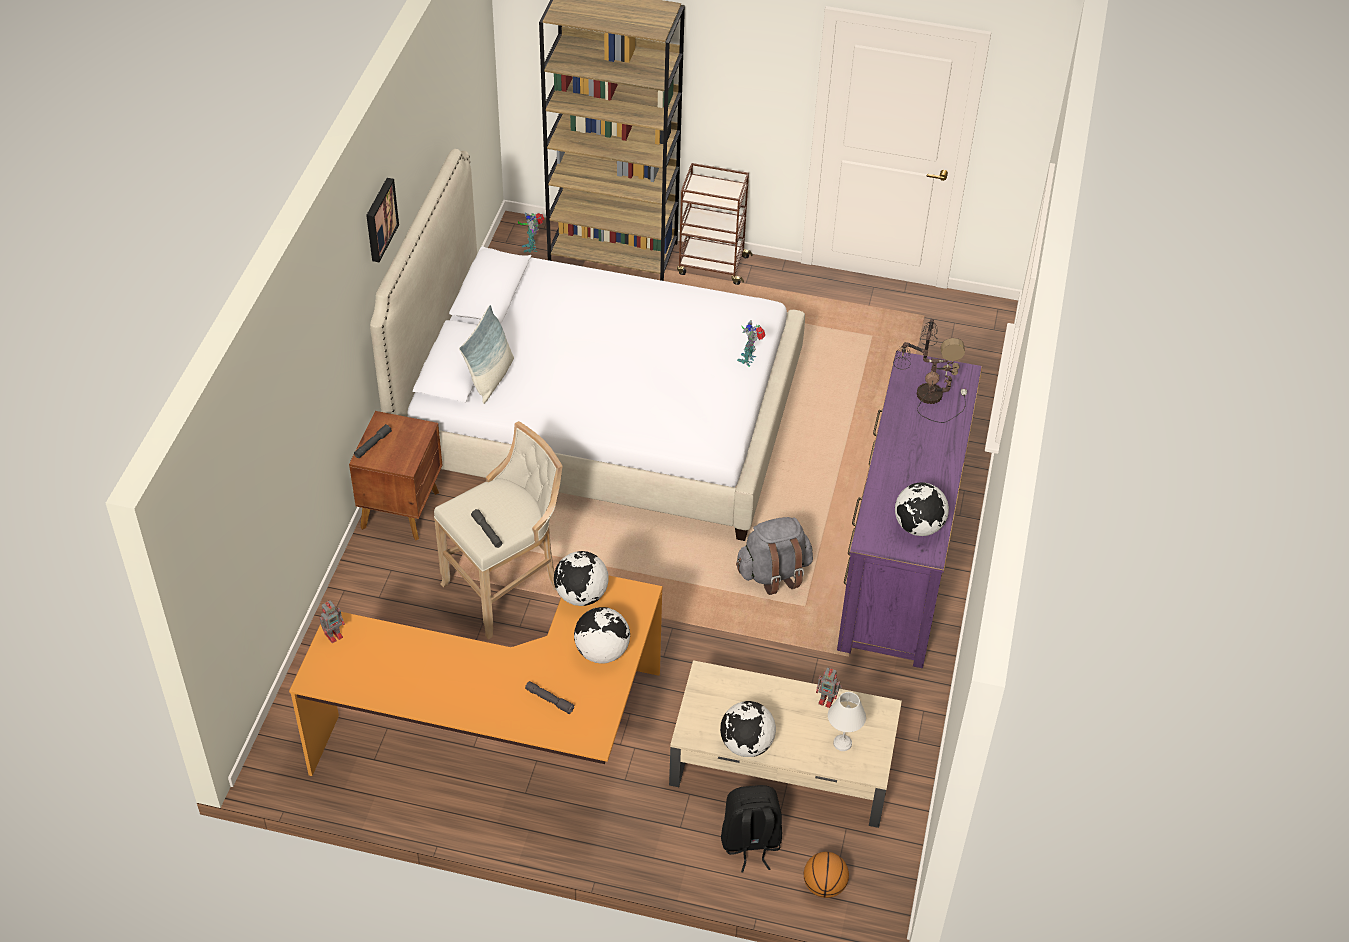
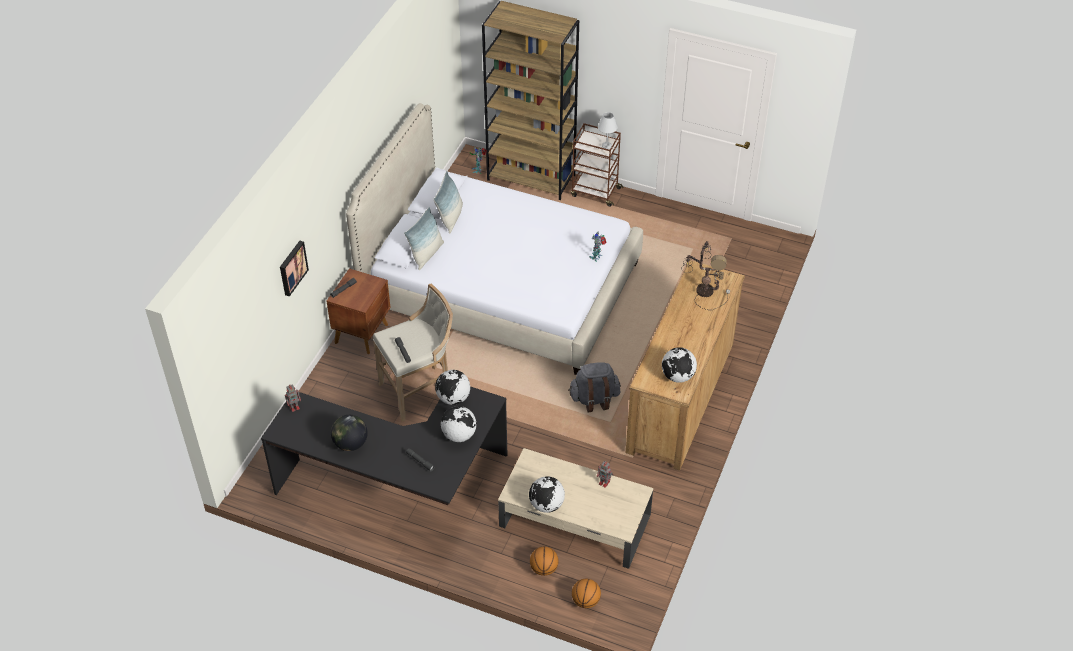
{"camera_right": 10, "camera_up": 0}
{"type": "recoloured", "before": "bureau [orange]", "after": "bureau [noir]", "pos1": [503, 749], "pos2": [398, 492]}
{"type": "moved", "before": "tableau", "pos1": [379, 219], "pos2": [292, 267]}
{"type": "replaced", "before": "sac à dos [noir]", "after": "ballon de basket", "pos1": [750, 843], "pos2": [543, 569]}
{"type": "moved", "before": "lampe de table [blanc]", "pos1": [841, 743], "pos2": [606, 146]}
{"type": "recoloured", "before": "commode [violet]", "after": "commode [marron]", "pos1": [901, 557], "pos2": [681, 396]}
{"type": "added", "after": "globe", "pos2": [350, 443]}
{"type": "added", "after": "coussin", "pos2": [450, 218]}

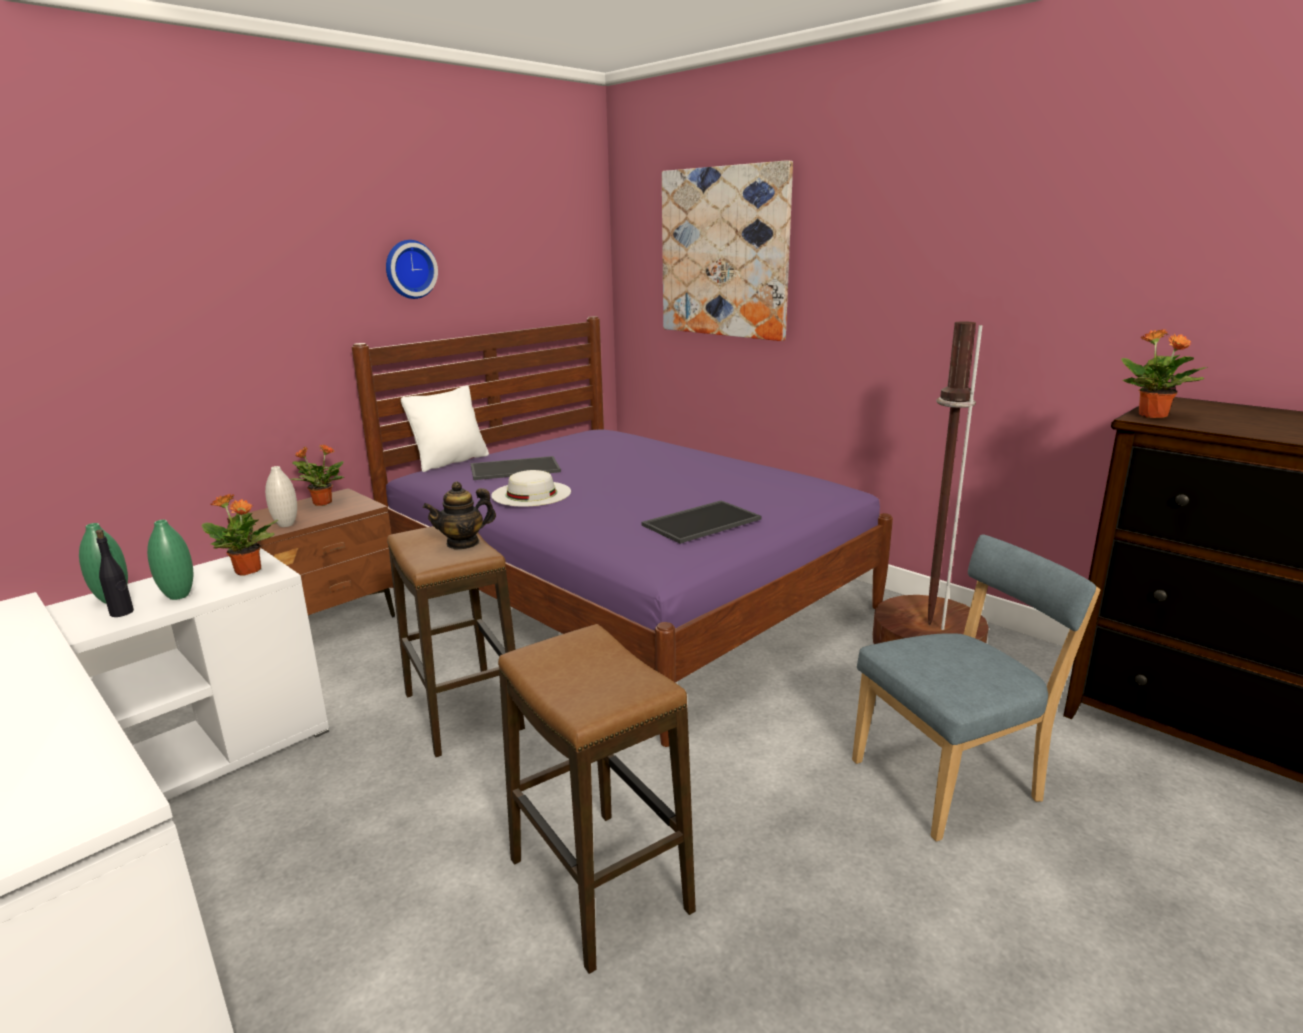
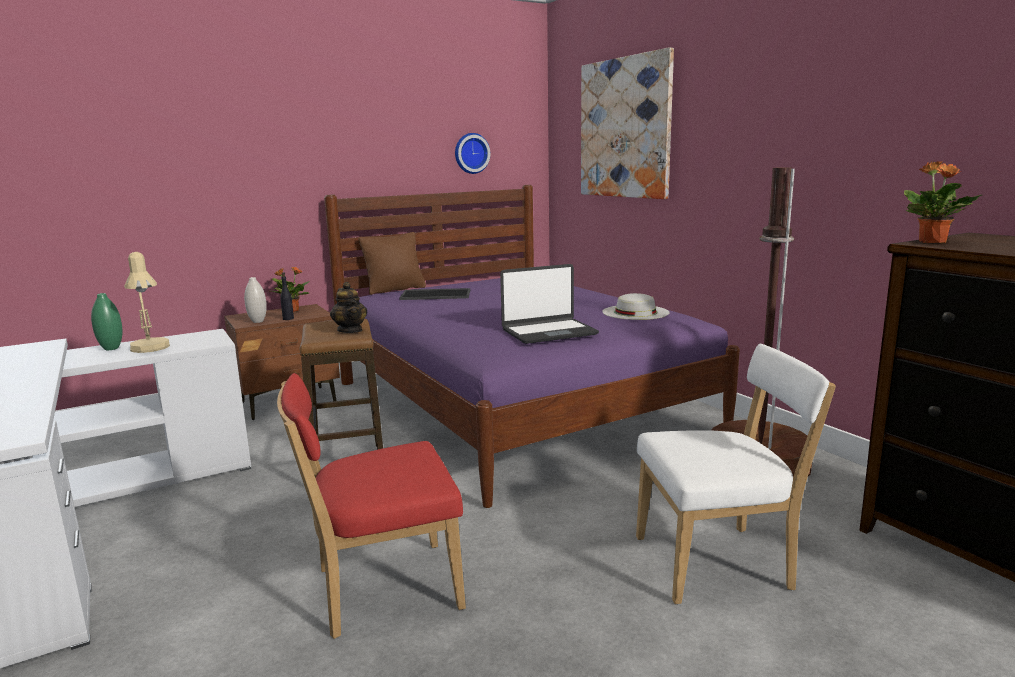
{"camera_right": 15, "camera_up": -5}
{"type": "moved", "before": "bouteille [noir]", "pos1": [122, 612], "pos2": [288, 319]}
{"type": "replaced", "before": "vase [vert]", "after": "lampe de table [beige]", "pos1": [179, 596], "pos2": [151, 349]}
{"type": "removed", "before": "plante en pot", "pos1": [248, 571]}
{"type": "moved", "before": "horloge murale", "pos1": [409, 269], "pos2": [471, 153]}
{"type": "recoloured", "before": "coussin [blanc]", "after": "coussin [marron]", "pos1": [450, 462], "pos2": [395, 290]}
{"type": "turned", "before": "théière", "pos1": [463, 543], "pos2": [350, 330], "turn": -105}
{"type": "moved", "before": "chapeau [blanc]", "pos1": [531, 493], "pos2": [635, 312]}
{"type": "replaced", "before": "tabouret", "after": "chaise [rouge]", "pos1": [598, 885], "pos2": [381, 590]}
{"type": "replaced", "before": "plateau", "after": "ordinateur portable", "pos1": [701, 521], "pos2": [548, 332]}
{"type": "recoloured", "before": "chaise [bleu]", "after": "chaise [blanc]", "pos1": [952, 779], "pos2": [719, 563]}

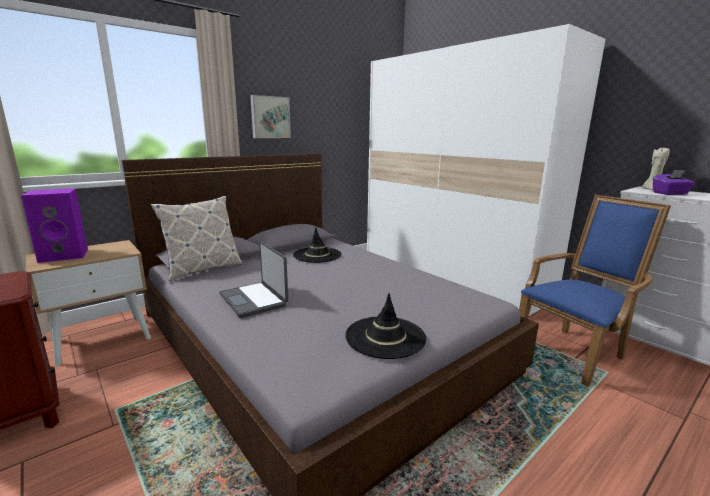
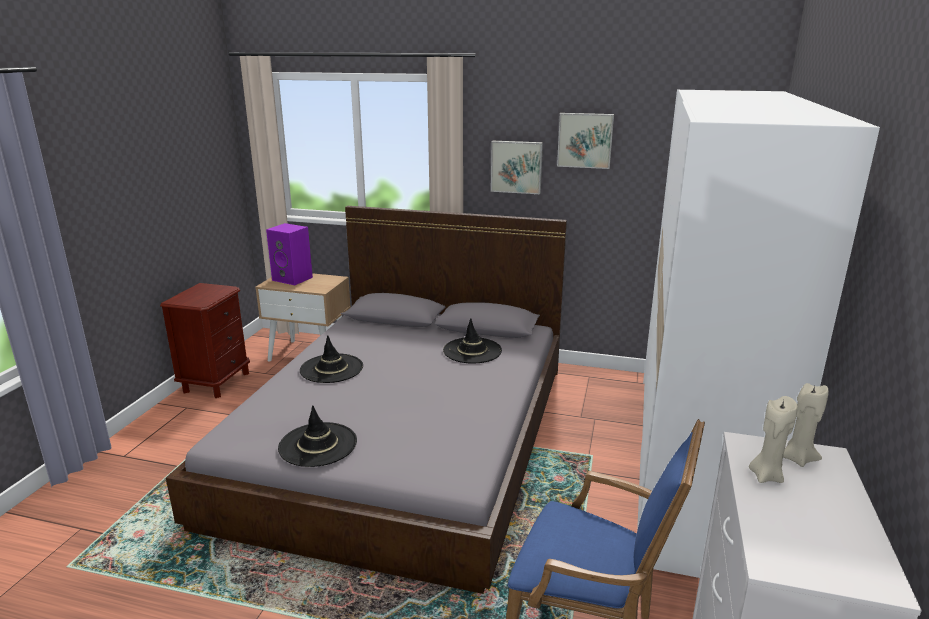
{"camera_right": 55, "camera_up": 5}
{"type": "removed", "before": "coussin", "pos1": [203, 269]}
{"type": "replaced", "before": "ordinateur portable", "after": "chapeau [noir]", "pos1": [254, 300], "pos2": [331, 368]}
{"type": "replaced", "before": "boîte à mouchoirs [violet]", "after": "bougie [beige]", "pos1": [670, 193], "pos2": [766, 476]}
{"type": "added", "after": "tableau", "pos2": [585, 140]}

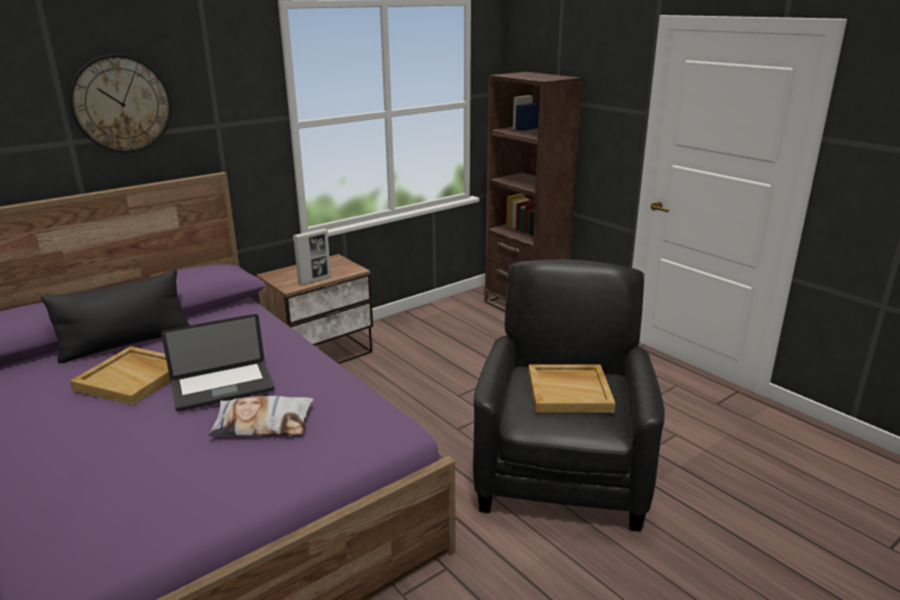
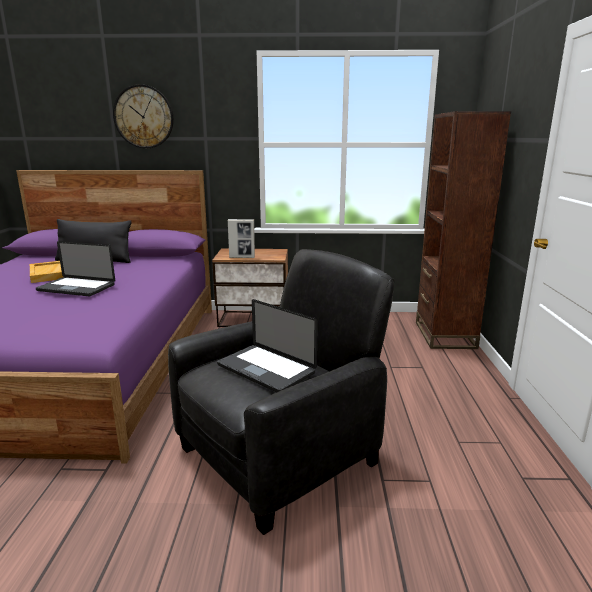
{"camera_right": 40, "camera_up": -5}
{"type": "removed", "before": "coussin", "pos1": [263, 423]}
{"type": "replaced", "before": "plateau [beige]", "after": "ordinateur portable", "pos1": [569, 391], "pos2": [266, 369]}

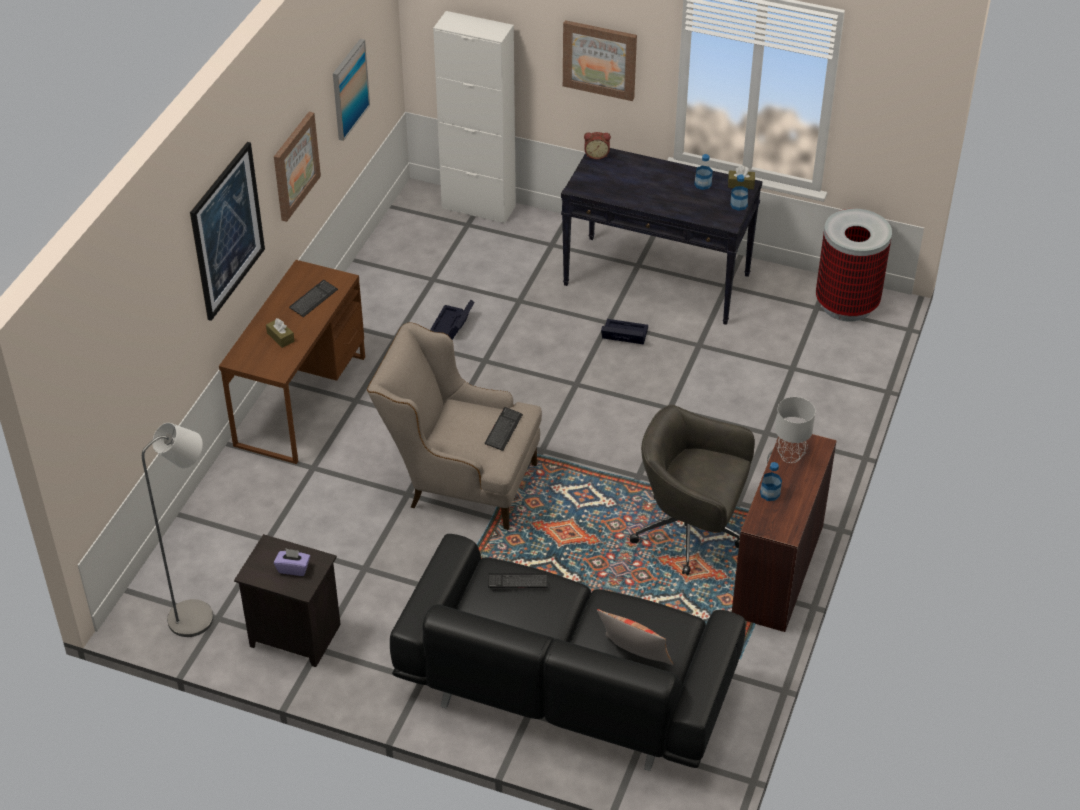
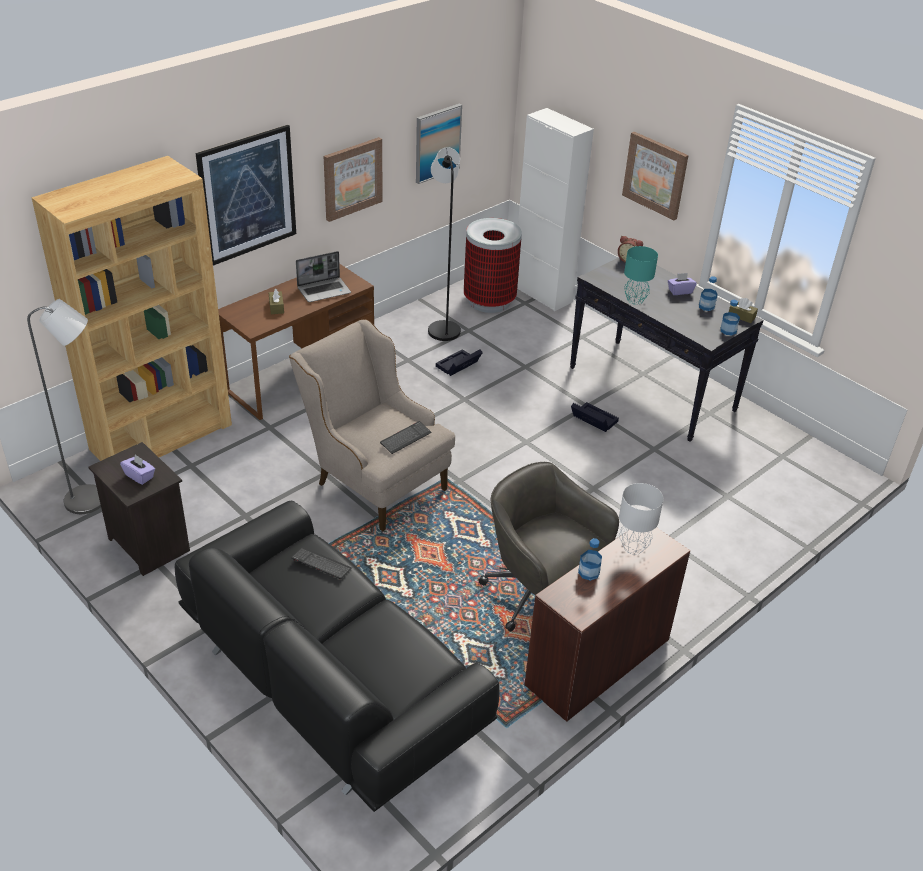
{"camera_right": 25, "camera_up": -5}
{"type": "replaced", "before": "clavier", "after": "ordinateur portable", "pos1": [313, 299], "pos2": [324, 290]}
{"type": "removed", "before": "coussin", "pos1": [634, 658]}
{"type": "moved", "before": "poubelle", "pos1": [847, 304], "pos2": [489, 301]}
{"type": "added", "after": "bibliothèque [marron]", "pos2": [162, 436]}
{"type": "added", "after": "lampadaire [noir]", "pos2": [442, 328]}
{"type": "added", "after": "lampe de table [turquoise]", "pos2": [635, 300]}
{"type": "added", "after": "boîte à mouchoirs [violet]", "pos2": [680, 291]}

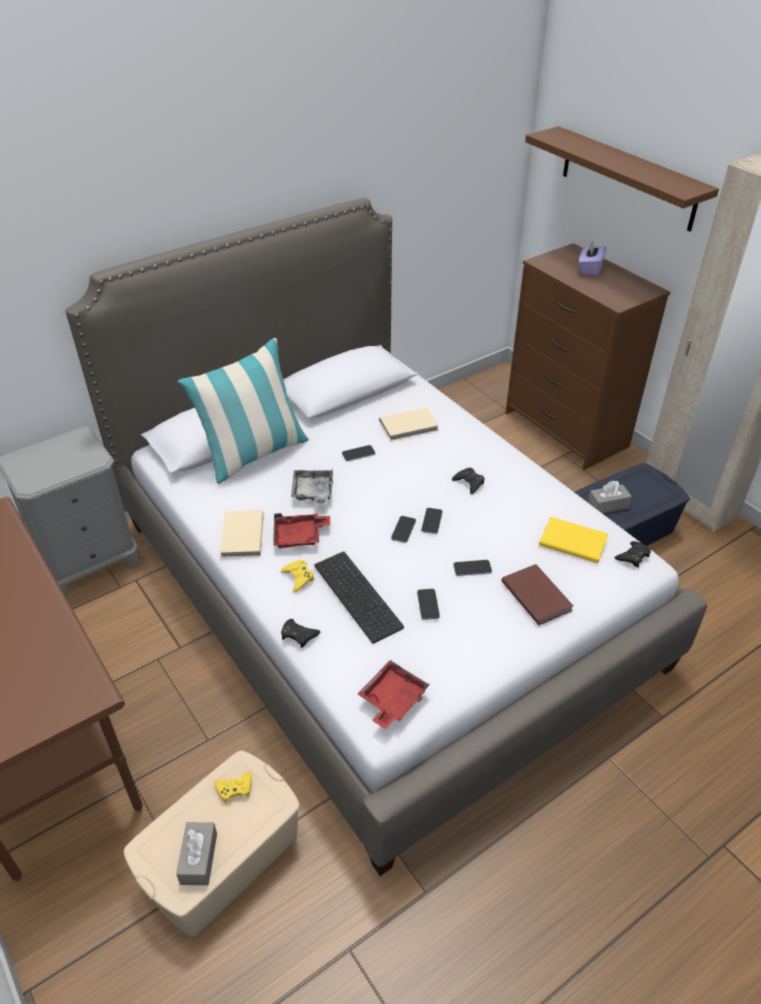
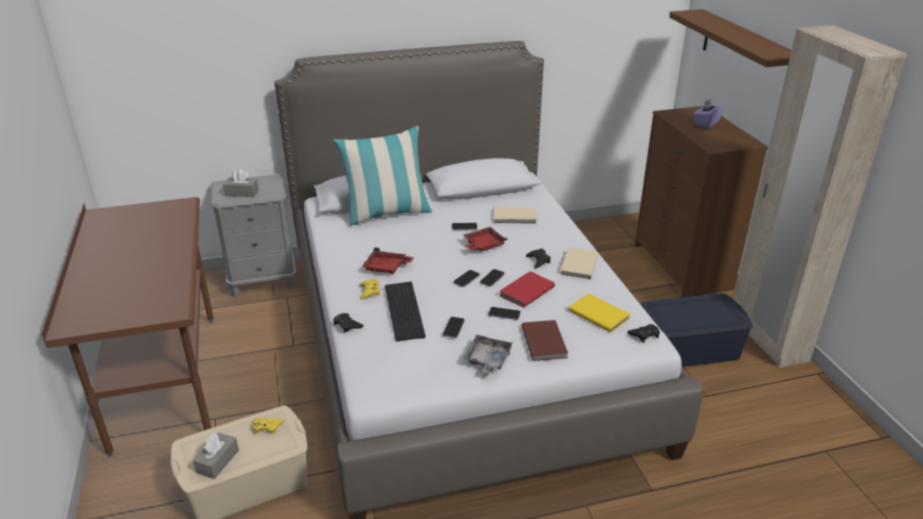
{"camera_right": 20, "camera_up": -10}
{"type": "moved", "before": "livre [beige]", "pos1": [241, 536], "pos2": [577, 265]}
{"type": "moved", "before": "plateau [gris]", "pos1": [313, 493], "pos2": [487, 360]}
{"type": "moved", "before": "plateau [rouge]", "pos1": [392, 700], "pos2": [483, 245]}
{"type": "moved", "before": "boîte à mouchoirs [gris]", "pos1": [608, 505], "pos2": [242, 193]}
{"type": "added", "after": "livre [rouge]", "pos2": [525, 291]}

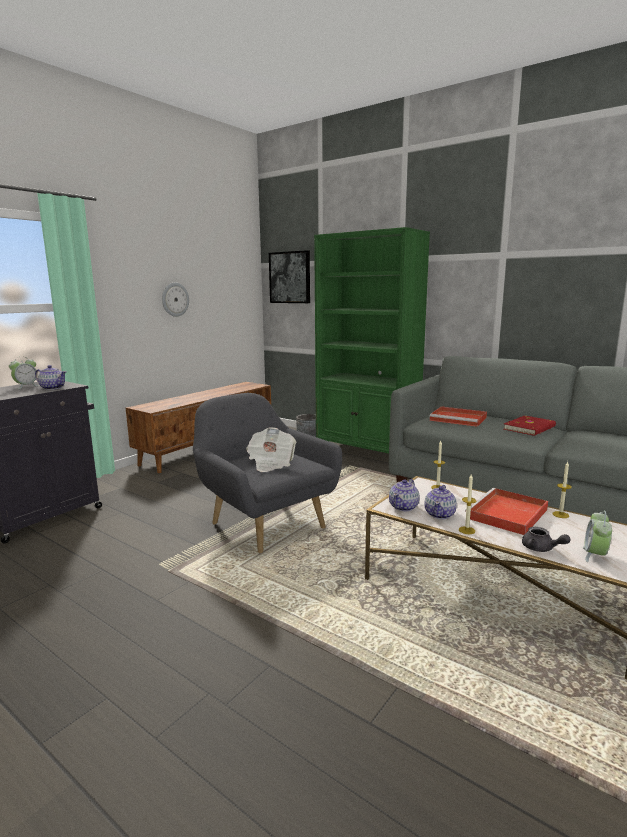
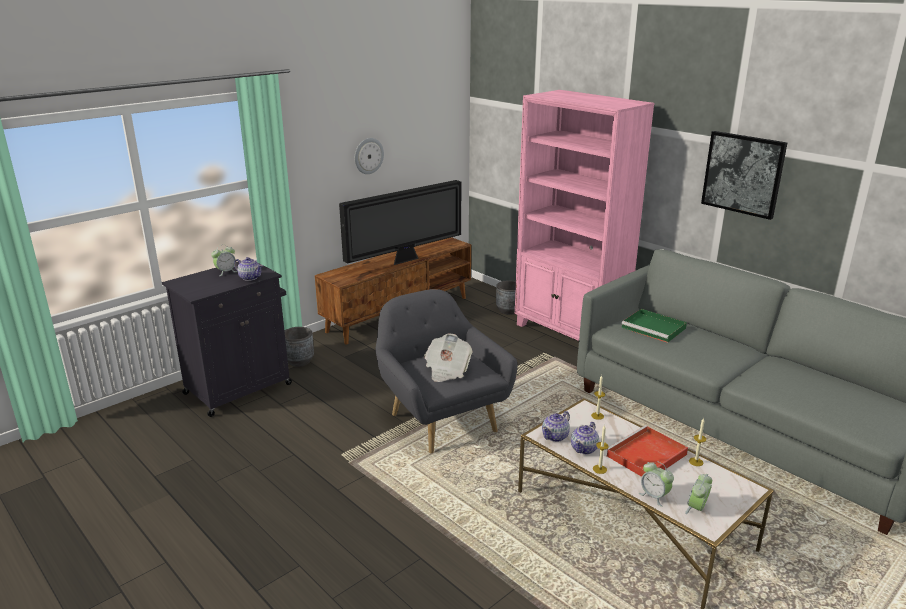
{"camera_right": 10, "camera_up": 10}
{"type": "moved", "before": "tableau", "pos1": [290, 277], "pos2": [743, 174]}
{"type": "recoloured", "before": "bibliothèque [vert]", "after": "bibliothèque [rose]", "pos1": [367, 452], "pos2": [569, 334]}
{"type": "recoloured", "before": "plateau [rouge]", "after": "plateau [vert]", "pos1": [459, 419], "pos2": [654, 328]}
{"type": "removed", "before": "livre [rouge]", "pos1": [530, 428]}
{"type": "replaced", "before": "théière [gris]", "after": "réveil", "pos1": [541, 549], "pos2": [654, 496]}
{"type": "added", "after": "cache-pot [gris]", "pos2": [299, 361]}
{"type": "added", "after": "téléviseur", "pos2": [405, 260]}

